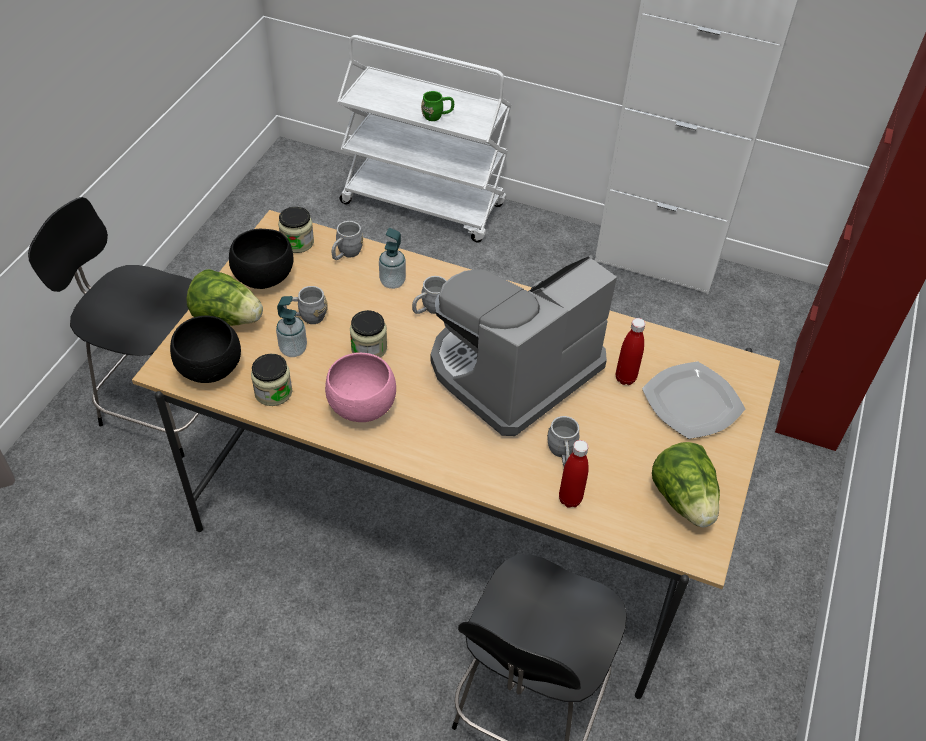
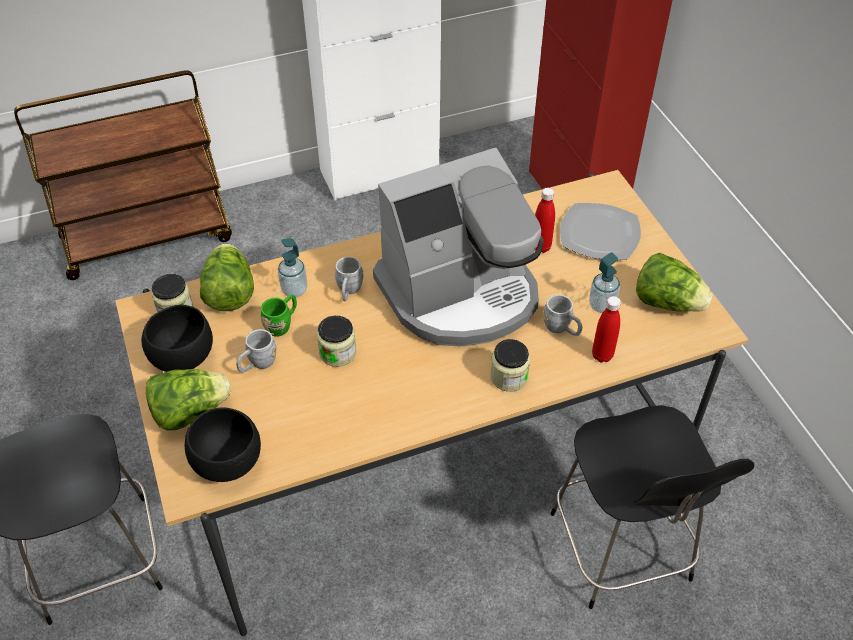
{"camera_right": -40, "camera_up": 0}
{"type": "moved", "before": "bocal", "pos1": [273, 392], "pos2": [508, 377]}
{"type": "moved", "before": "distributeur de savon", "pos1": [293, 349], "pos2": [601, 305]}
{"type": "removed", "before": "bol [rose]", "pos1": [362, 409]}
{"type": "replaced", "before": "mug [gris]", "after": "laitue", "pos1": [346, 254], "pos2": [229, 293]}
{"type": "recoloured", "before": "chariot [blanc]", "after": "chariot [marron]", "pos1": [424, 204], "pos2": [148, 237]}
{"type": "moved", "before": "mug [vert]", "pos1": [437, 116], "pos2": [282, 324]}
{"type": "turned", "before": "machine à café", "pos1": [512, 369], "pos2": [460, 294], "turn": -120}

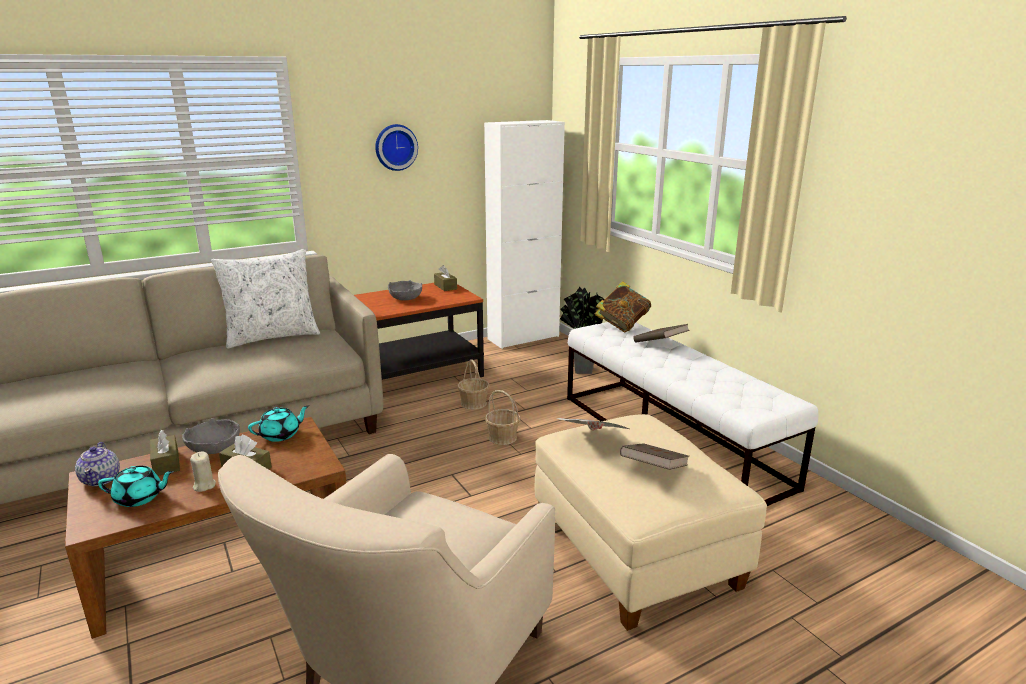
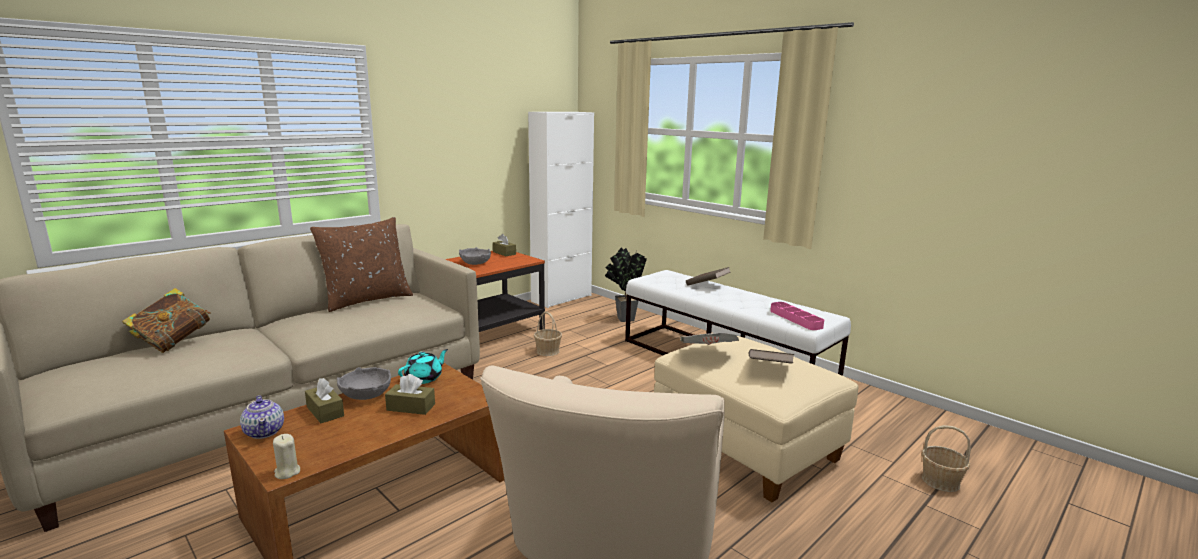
{"camera_right": -15, "camera_up": -5}
{"type": "removed", "before": "théière [turquoise]", "pos1": [139, 498]}
{"type": "moved", "before": "bougie [beige]", "pos1": [204, 485], "pos2": [287, 472]}
{"type": "recoloured", "before": "coussin [blanc]", "after": "coussin [marron]", "pos1": [272, 336], "pos2": [367, 300]}
{"type": "removed", "before": "horloge murale", "pos1": [395, 147]}
{"type": "moved", "before": "panier", "pos1": [502, 437], "pos2": [941, 481]}
{"type": "moved", "before": "livre", "pos1": [622, 325], "pos2": [174, 343]}
{"type": "added", "after": "plateau [rose]", "pos2": [795, 319]}

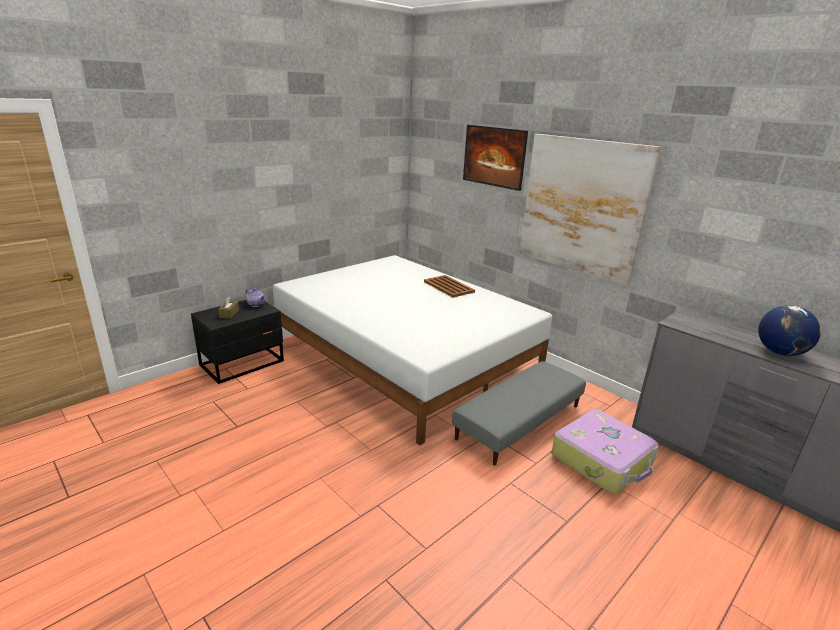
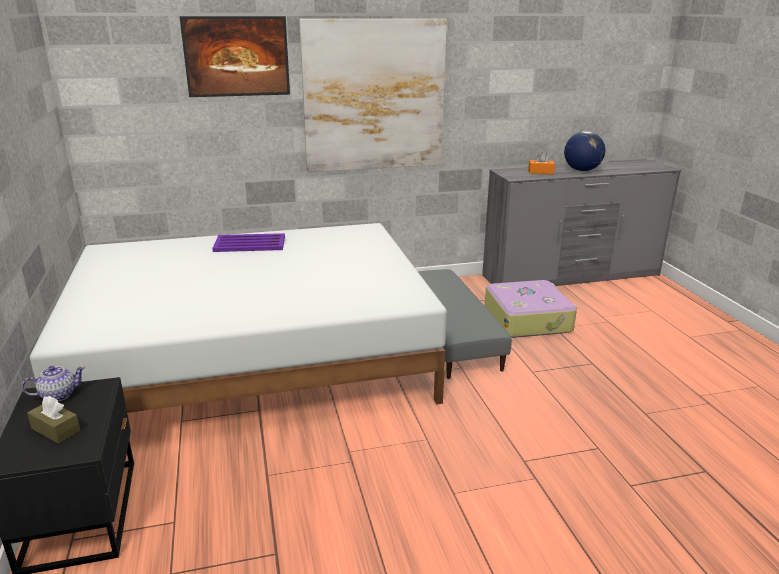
{"camera_right": -60, "camera_up": 0}
{"type": "recoloured", "before": "plateau [marron]", "after": "plateau [violet]", "pos1": [448, 286], "pos2": [249, 244]}
{"type": "added", "after": "boîte à mouchoirs [orange]", "pos2": [540, 172]}

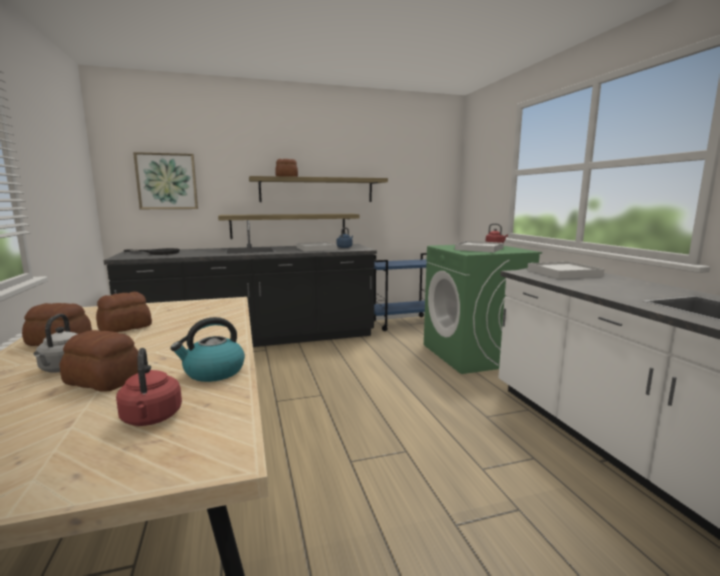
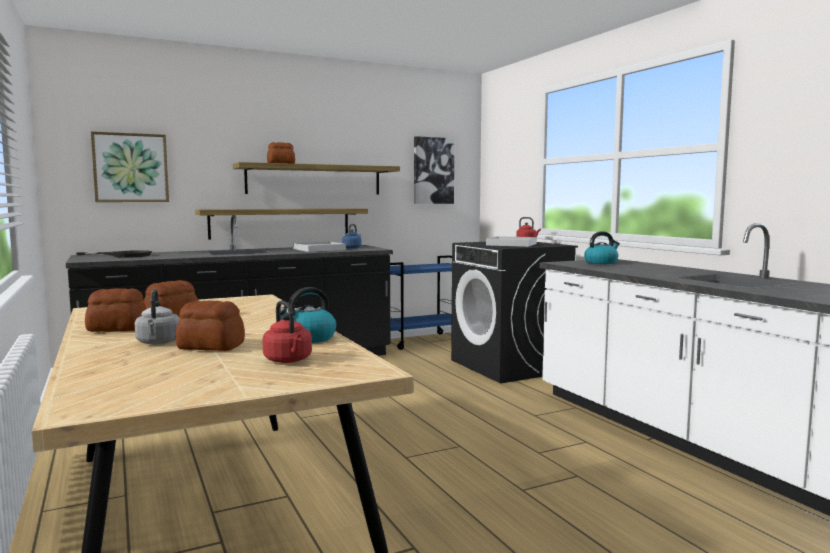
{"camera_right": -10, "camera_up": -5}
{"type": "recoloured", "before": "lave-linge [vert]", "after": "lave-linge [noir]", "pos1": [473, 354], "pos2": [510, 366]}
{"type": "replaced", "before": "plateau [blanc]", "after": "bouilloire", "pos1": [563, 273], "pos2": [601, 262]}
{"type": "added", "after": "tableau", "pos2": [433, 170]}

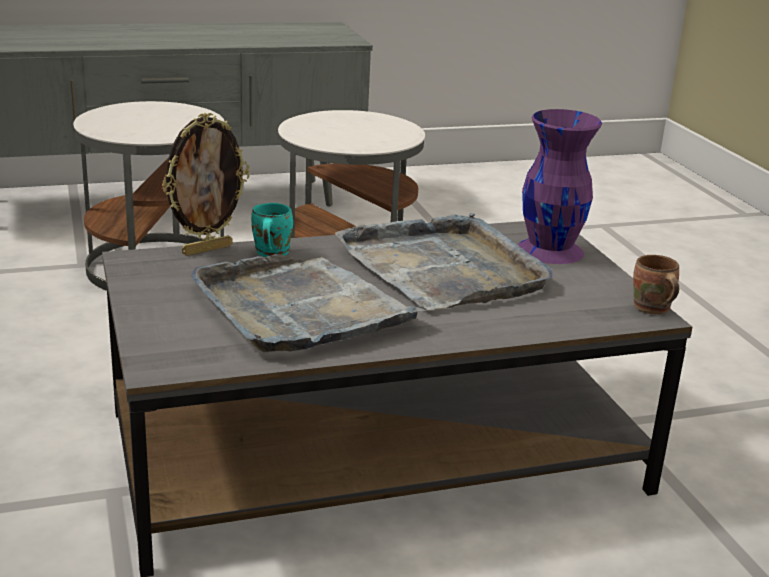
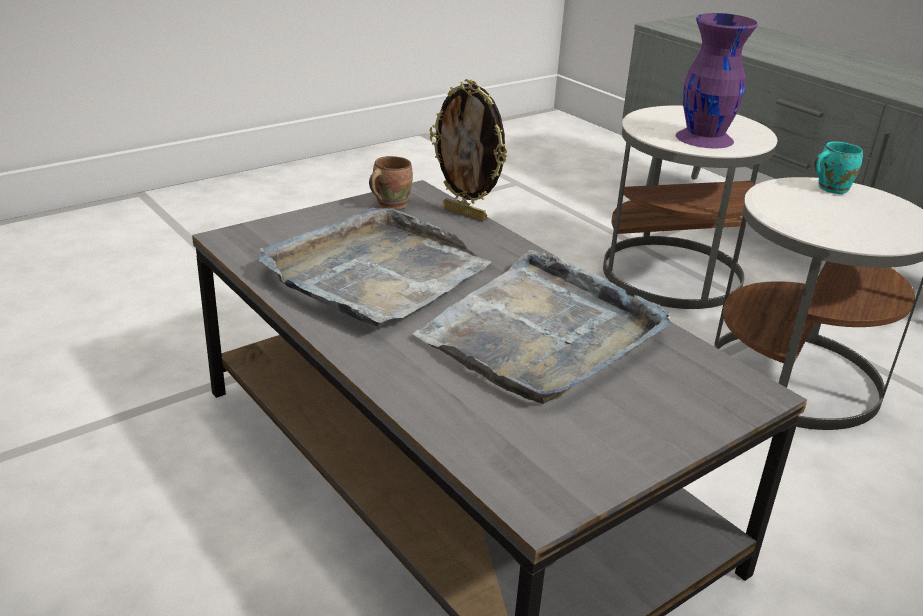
{"camera_right": 70, "camera_up": 5}
{"type": "moved", "before": "mug [turquoise]", "pos1": [269, 253], "pos2": [829, 188]}
{"type": "moved", "before": "vase [violet]", "pos1": [550, 250], "pos2": [705, 138]}
{"type": "moved", "before": "mug [marron]", "pos1": [651, 309], "pos2": [389, 204]}

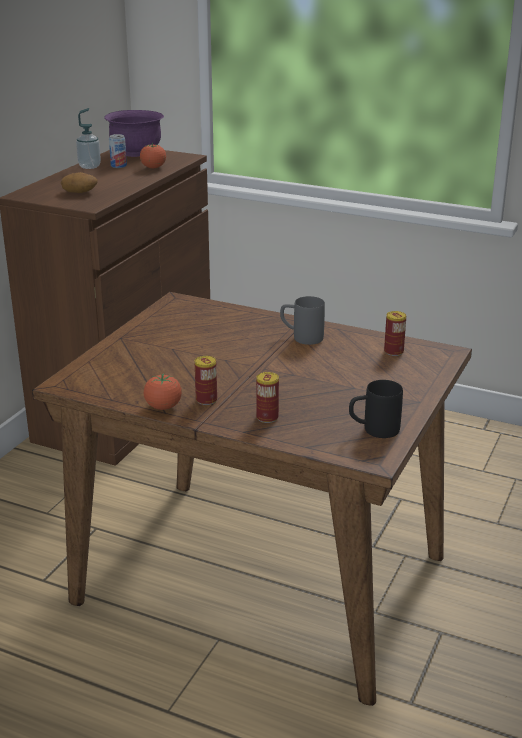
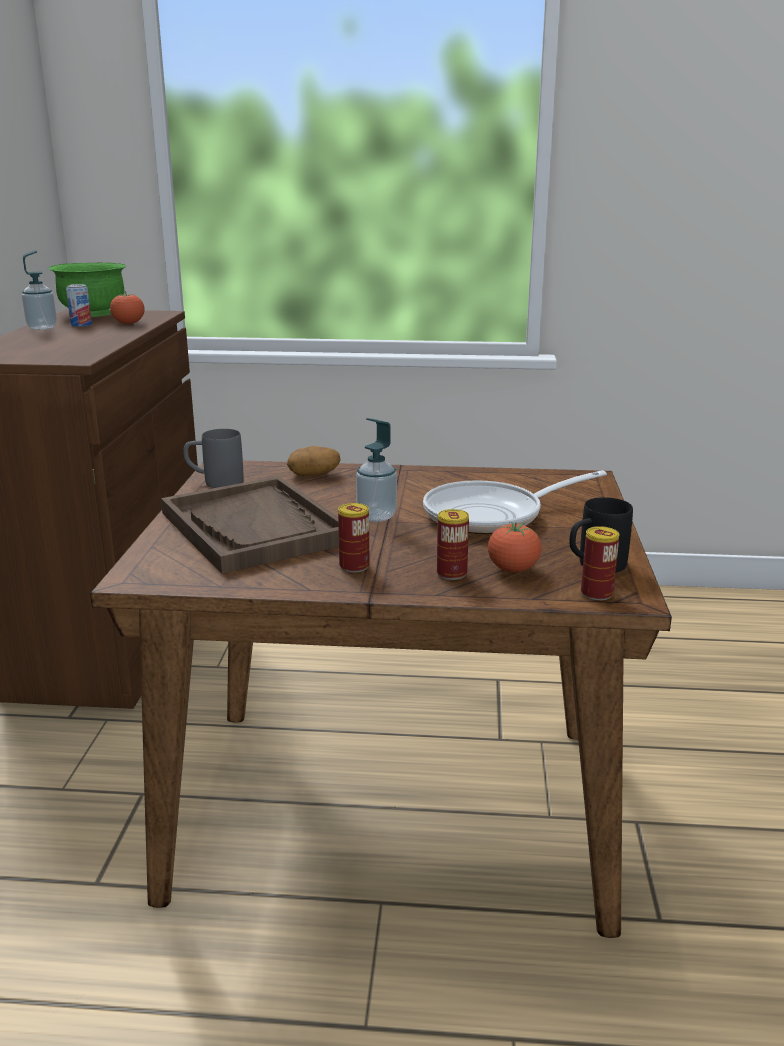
{"camera_right": -20, "camera_up": -5}
{"type": "moved", "before": "pomme de terre", "pos1": [80, 192], "pos2": [314, 474]}
{"type": "recoloured", "before": "bol [violet]", "after": "bol [vert]", "pos1": [136, 153], "pos2": [93, 314]}
{"type": "moved", "before": "tomate", "pos1": [163, 407], "pos2": [513, 570]}
{"type": "moved", "before": "mug [gris]", "pos1": [301, 337], "pos2": [215, 482]}
{"type": "moved", "before": "boîte métallique", "pos1": [393, 352], "pos2": [596, 593]}
{"type": "added", "after": "plateau [marron]", "pos2": [254, 528]}
{"type": "added", "after": "distributeur de savon", "pos2": [376, 516]}
{"type": "added", "after": "poêle", "pos2": [492, 515]}

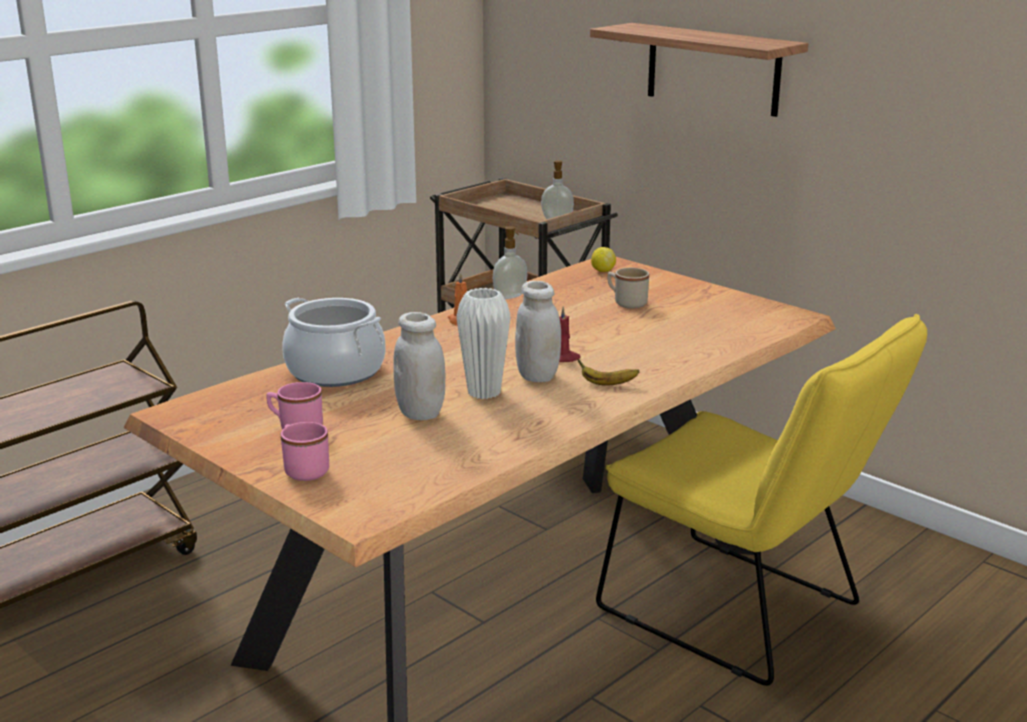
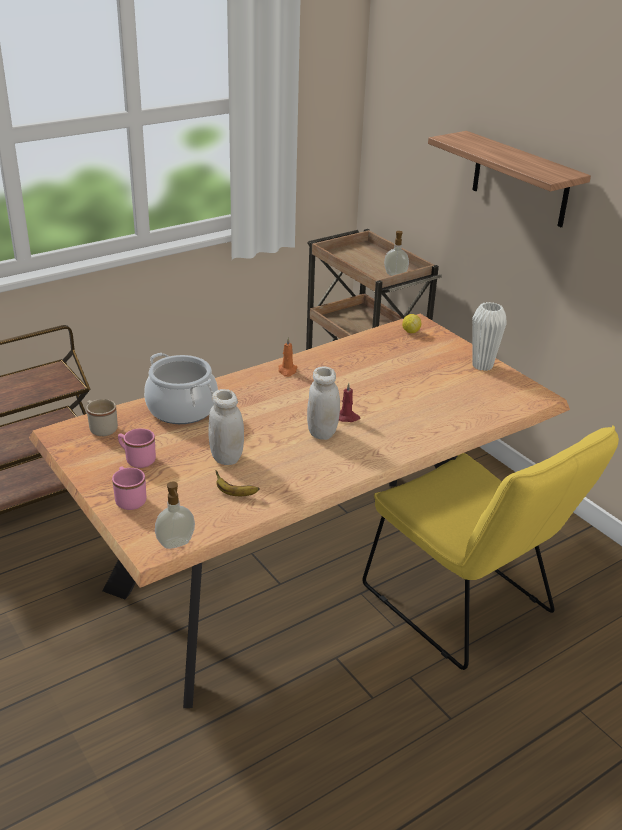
{"camera_right": 10, "camera_up": 10}
{"type": "moved", "before": "vase [blanc]", "pos1": [484, 392], "pos2": [482, 366]}
{"type": "moved", "before": "distributeur de savon", "pos1": [510, 297], "pos2": [176, 544]}
{"type": "moved", "before": "banane", "pos1": [607, 384], "pos2": [235, 494]}
{"type": "moved", "before": "mug [beige]", "pos1": [626, 303], "pos2": [101, 428]}

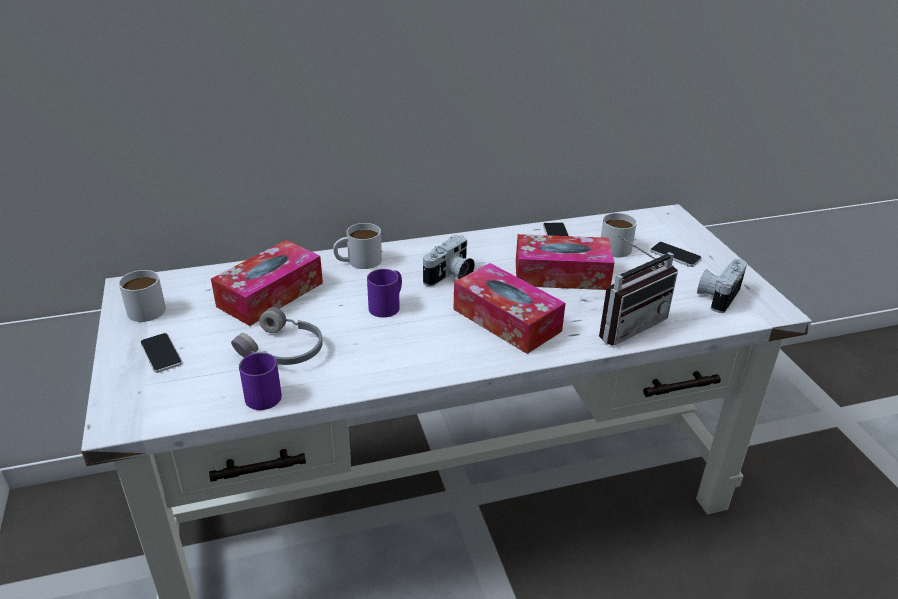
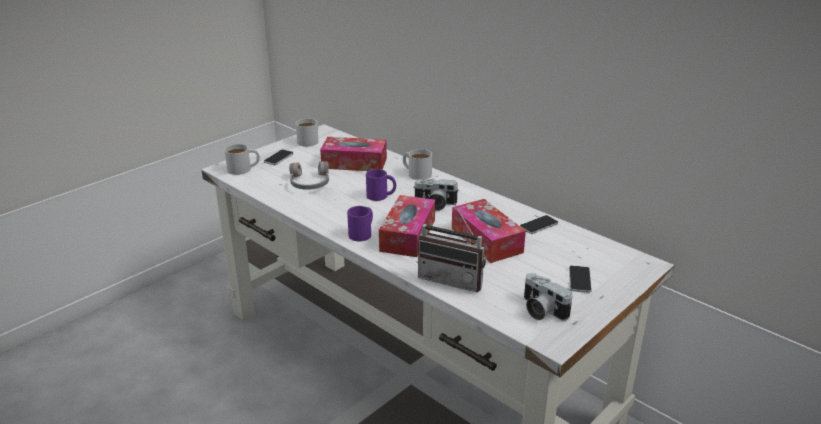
{"camera_right": 60, "camera_up": -5}
{"type": "moved", "before": "mug [violet]", "pos1": [261, 393], "pos2": [362, 233]}
{"type": "moved", "before": "mug [blanc]", "pos1": [616, 245], "pos2": [244, 169]}
{"type": "turned", "before": "appareil photo", "pos1": [717, 295], "pos2": [541, 310], "turn": -135}

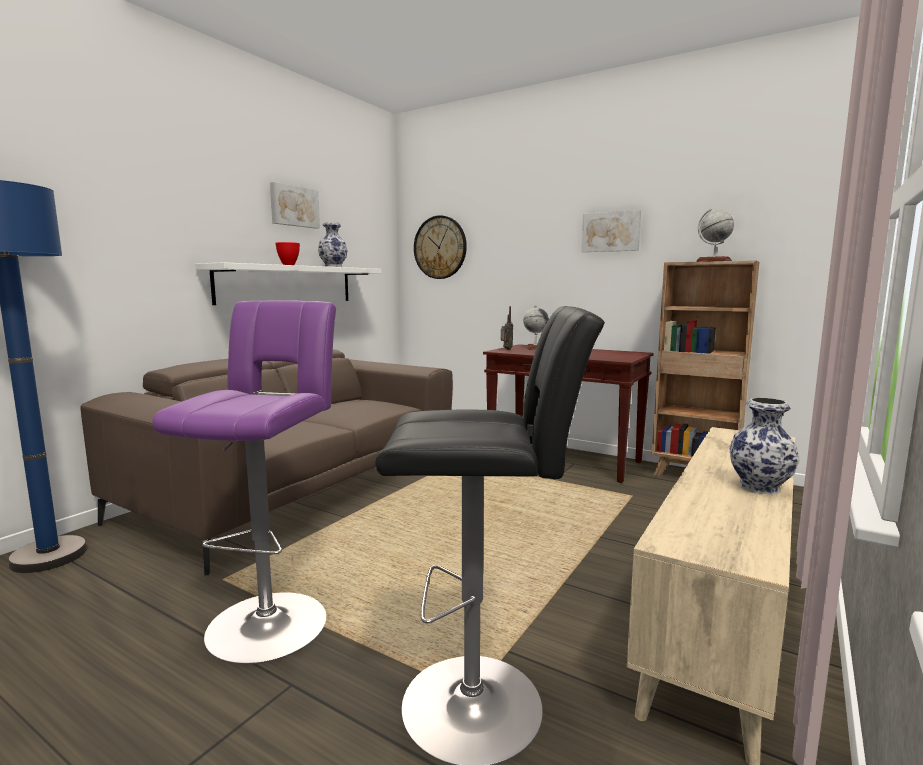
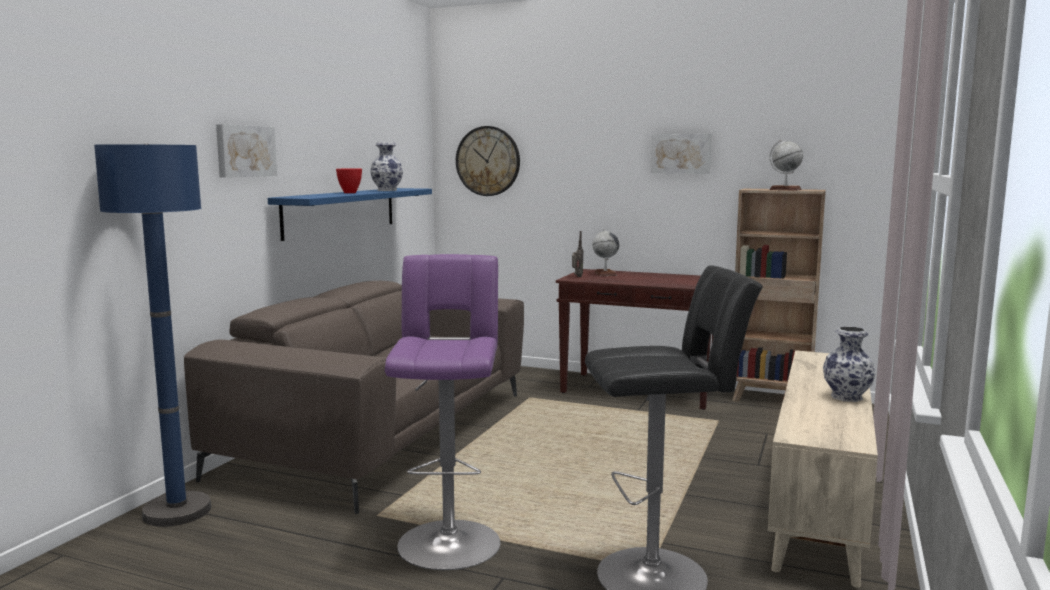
{"camera_right": -10, "camera_up": 0}
{"type": "recoloured", "before": "étagère [blanc]", "after": "étagère [bleu]", "pos1": [287, 284], "pos2": [341, 212]}
{"type": "moved", "before": "tableau", "pos1": [294, 206], "pos2": [245, 151]}

